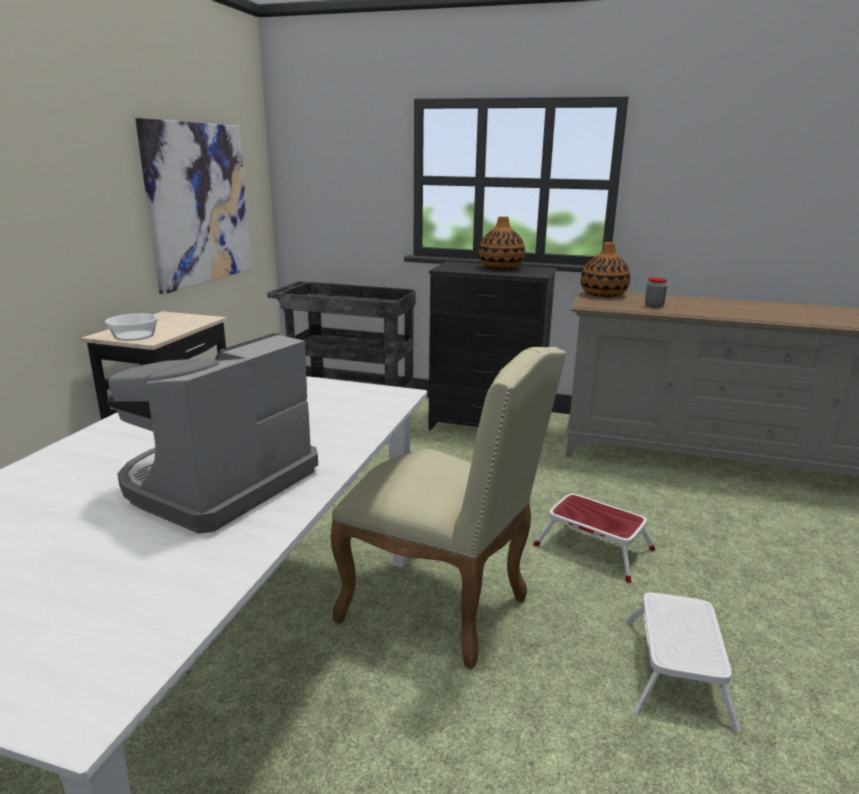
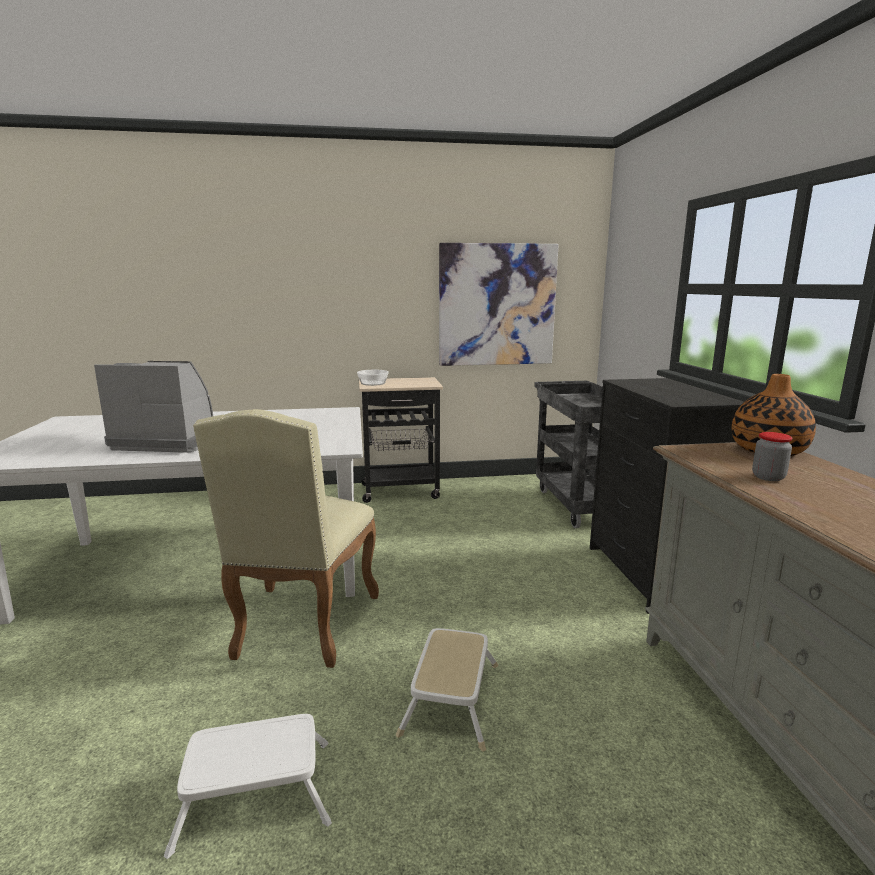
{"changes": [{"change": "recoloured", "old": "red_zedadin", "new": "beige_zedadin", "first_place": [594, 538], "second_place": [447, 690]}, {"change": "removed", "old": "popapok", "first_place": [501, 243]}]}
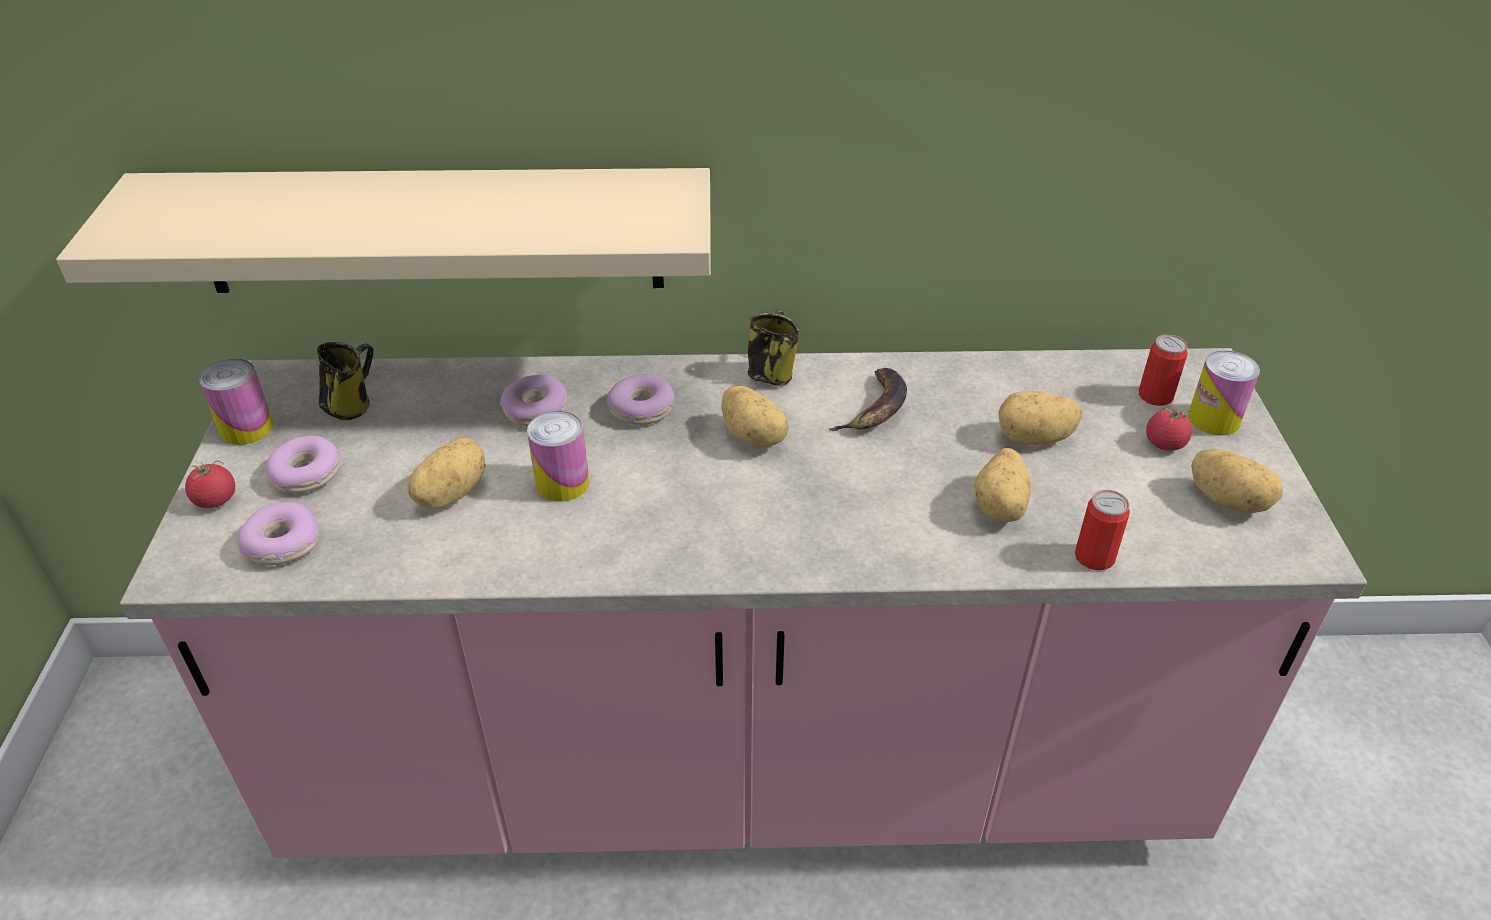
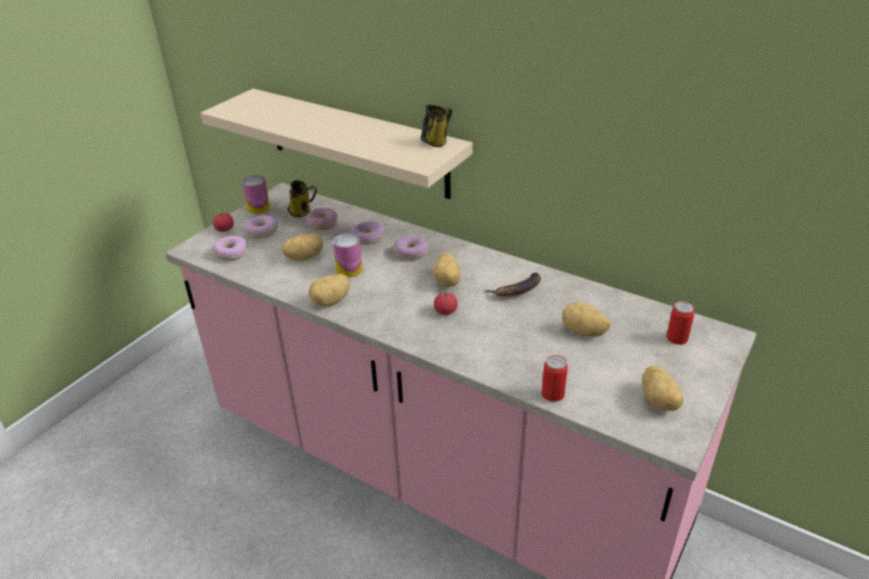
{"changes": [{"change": "added", "new": "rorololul", "second_place": [322, 219]}, {"change": "moved", "old": "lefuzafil", "first_place": [1002, 485], "second_place": [329, 290]}, {"change": "moved", "old": "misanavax", "first_place": [774, 348], "second_place": [436, 125]}, {"change": "moved", "old": "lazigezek", "first_place": [1169, 428], "second_place": [446, 302]}, {"change": "removed", "old": "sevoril", "first_place": [1224, 393]}]}
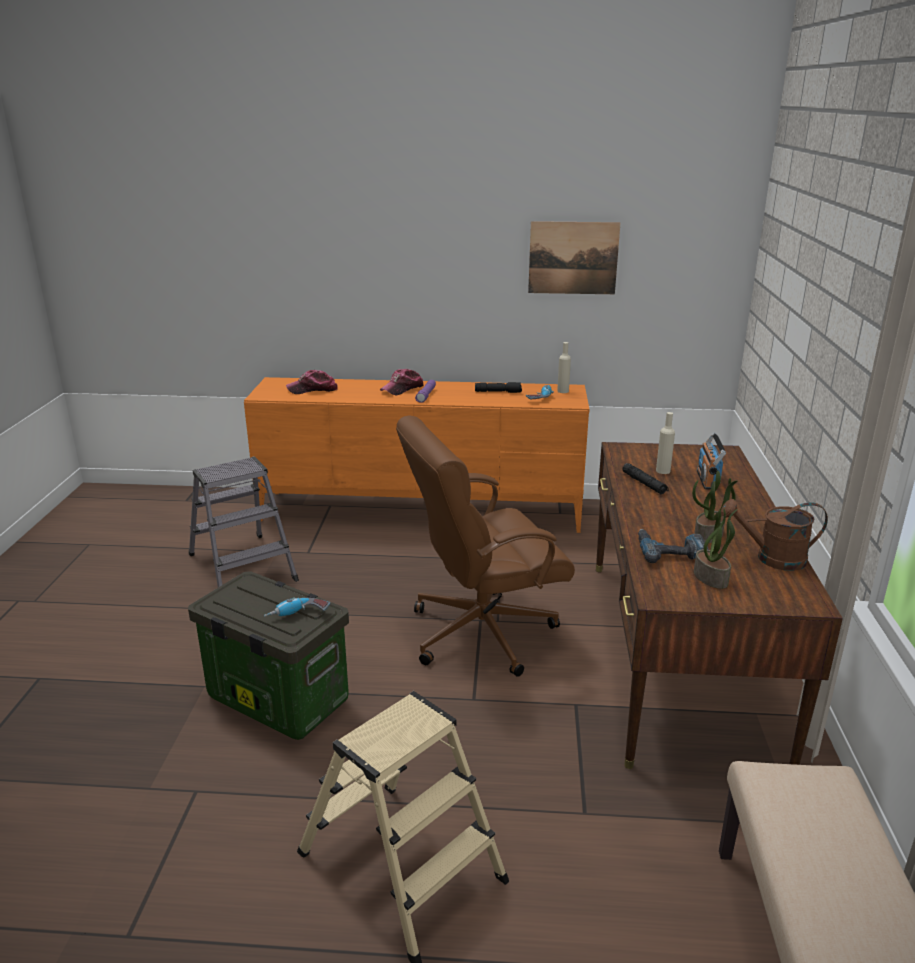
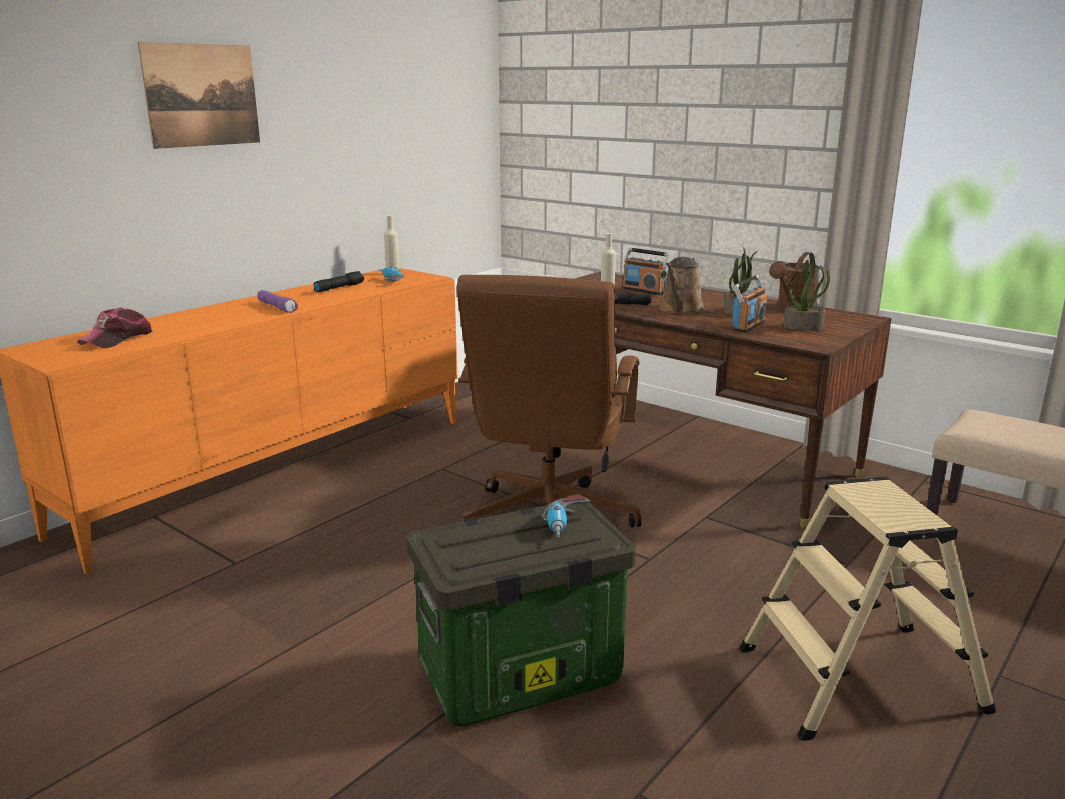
{"changes": [{"change": "moved", "old": "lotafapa", "first_place": [574, 257], "second_place": [199, 95]}, {"change": "added", "new": "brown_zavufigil", "second_place": [682, 285]}, {"change": "replaced", "old": "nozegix", "new": "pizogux", "first_place": [673, 546], "second_place": [749, 304]}, {"change": "removed", "old": "grey_zedadin", "first_place": [244, 521]}, {"change": "removed", "old": "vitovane", "first_place": [402, 382]}]}
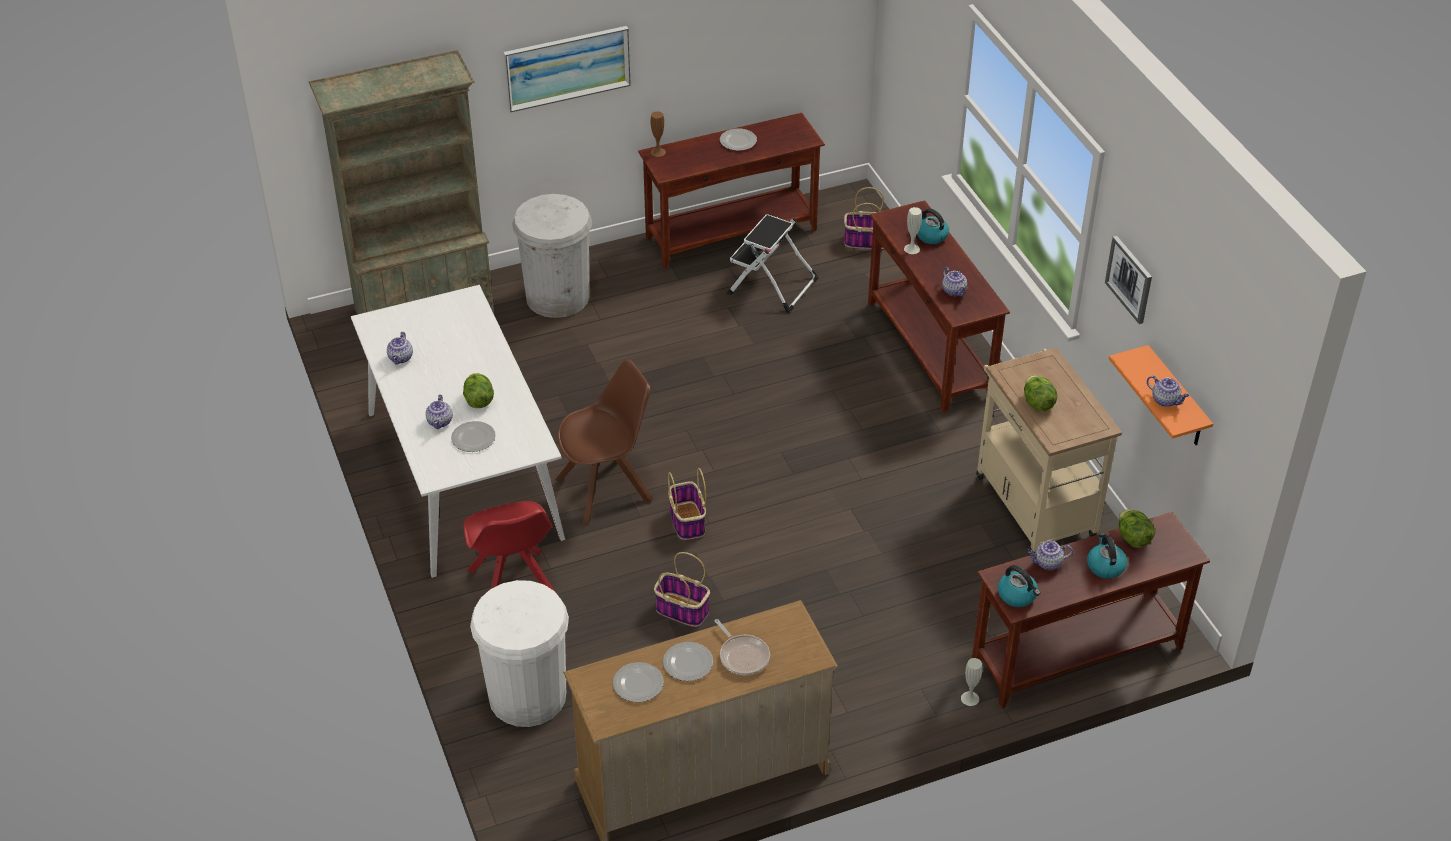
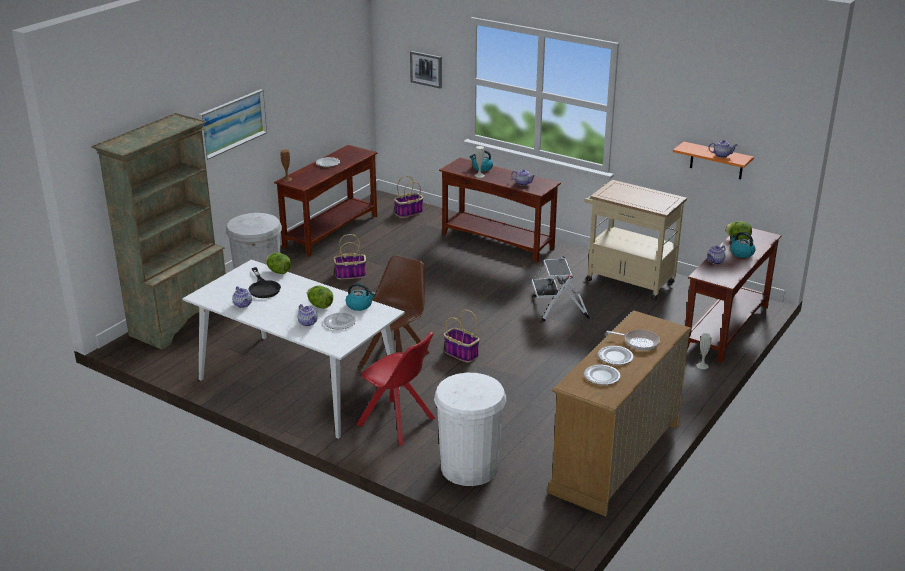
{"changes": [{"change": "added", "new": "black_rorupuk", "second_place": [264, 282]}, {"change": "moved", "old": "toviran", "first_place": [1040, 394], "second_place": [278, 263]}, {"change": "moved", "old": "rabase", "first_place": [682, 589], "second_place": [350, 256]}, {"change": "moved", "old": "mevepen", "first_place": [1019, 586], "second_place": [361, 297]}, {"change": "moved", "old": "lotafapa", "first_place": [1128, 280], "second_place": [426, 70]}, {"change": "moved", "old": "zedadin", "first_place": [772, 263], "second_place": [561, 289]}]}
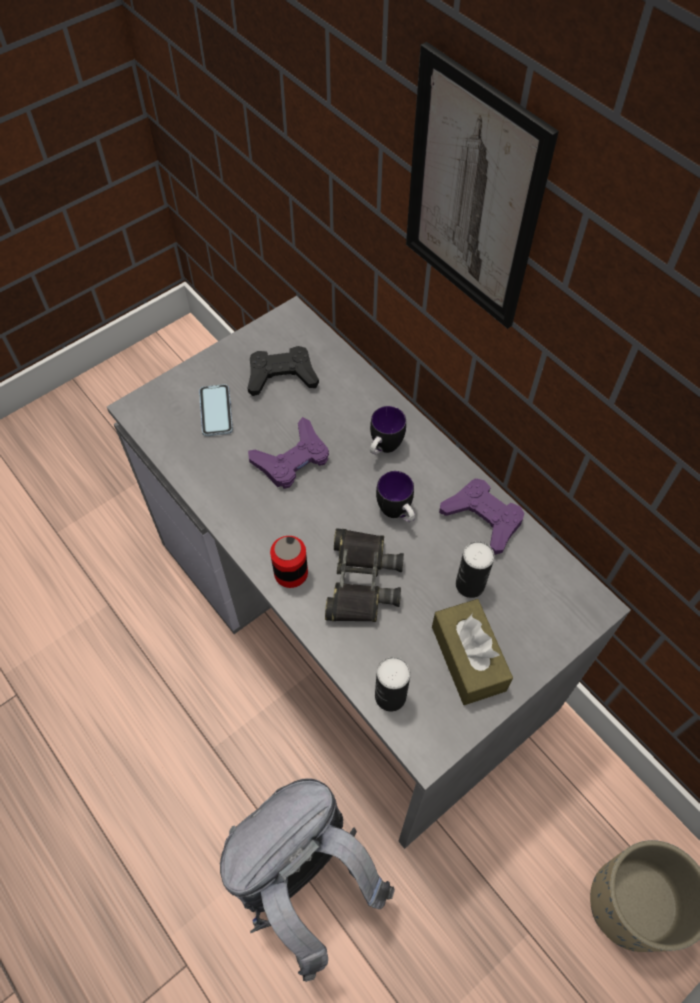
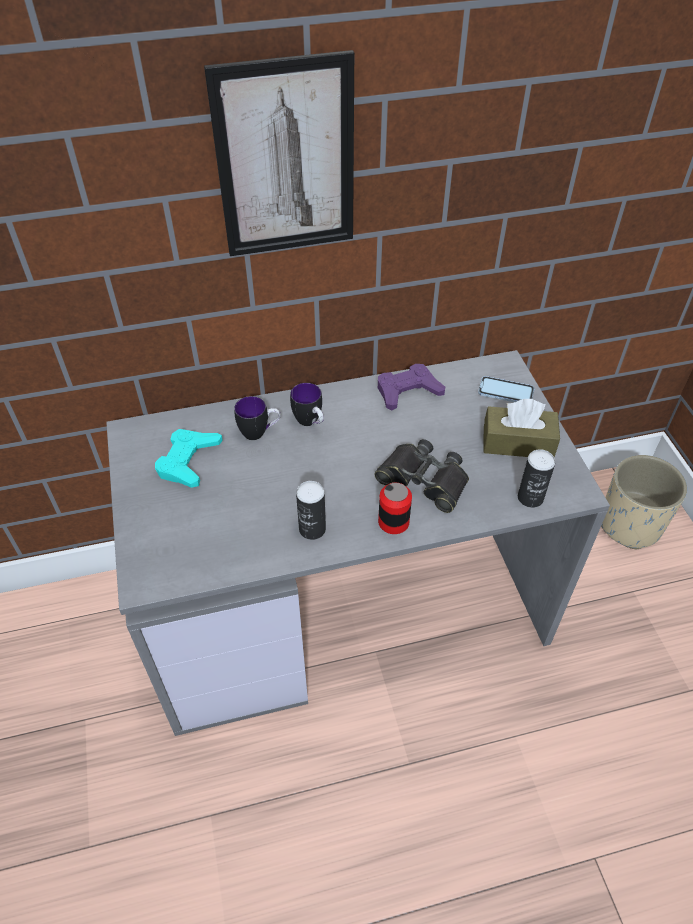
{"changes": [{"change": "recoloured", "old": "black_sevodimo", "new": "turquoise_sevodimo", "first_place": [283, 371], "second_place": [189, 458]}, {"change": "moved", "old": "misanavax", "first_place": [395, 496], "second_place": [257, 418]}, {"change": "moved", "old": "sevoril", "first_place": [475, 569], "second_place": [311, 510]}, {"change": "moved", "old": "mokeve", "first_place": [216, 410], "second_place": [506, 389]}, {"change": "removed", "old": "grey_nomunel", "first_place": [307, 880]}, {"change": "removed", "old": "purple_sevodimo", "first_place": [288, 453]}]}
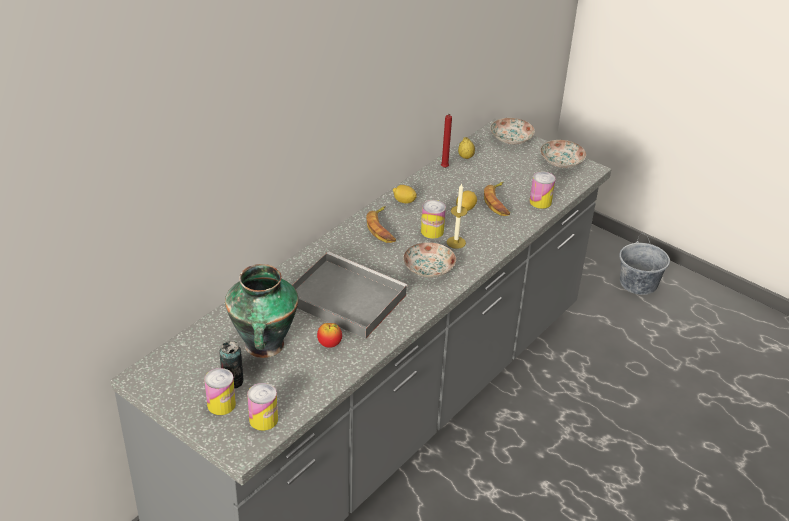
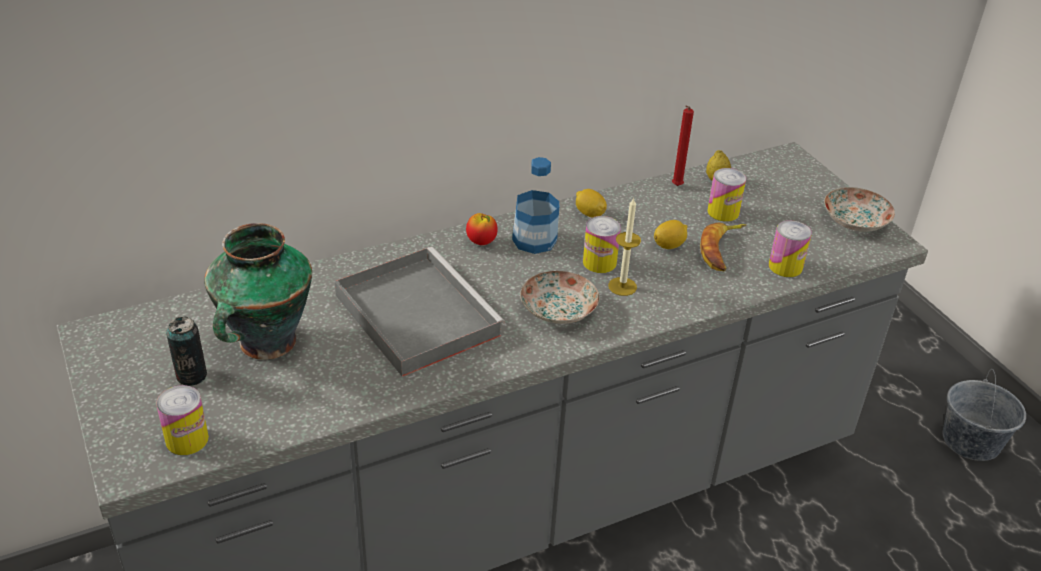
{"changes": [{"change": "moved", "old": "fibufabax", "first_place": [329, 335], "second_place": [482, 229]}, {"change": "replaced", "old": "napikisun", "new": "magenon", "first_place": [381, 224], "second_place": [535, 205]}, {"change": "moved", "old": "sevoril", "first_place": [220, 391], "second_place": [726, 195]}, {"change": "removed", "old": "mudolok", "first_place": [512, 131]}]}
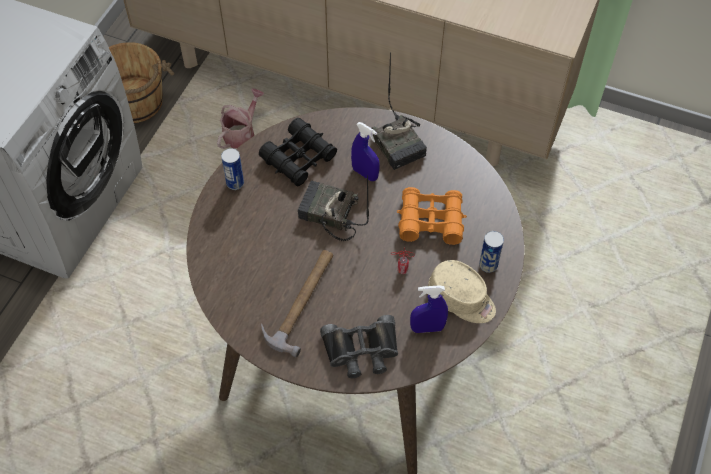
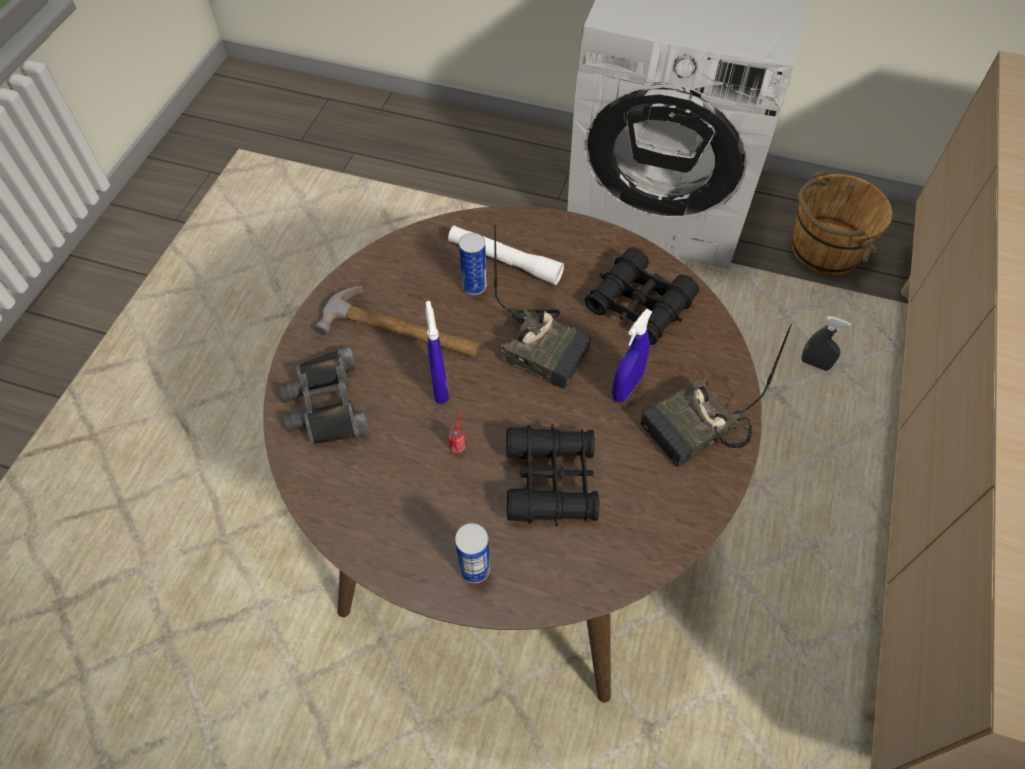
{"changes": [{"change": "moved", "old": "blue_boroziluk", "first_place": [429, 309], "second_place": [437, 352]}, {"change": "added", "new": "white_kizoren", "second_place": [506, 255]}, {"change": "moved", "old": "sevoril", "first_place": [232, 169], "second_place": [473, 264]}, {"change": "turned", "old": "pizogux", "first_place": [333, 208], "second_place": [542, 307], "degrees": 105}, {"change": "recoloured", "old": "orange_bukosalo", "new": "black_bukosalo", "first_place": [432, 216], "second_place": [553, 475]}, {"change": "replaced", "old": "zavufigil", "new": "grey_boroziluk", "first_place": [240, 119], "second_place": [826, 343]}, {"change": "removed", "old": "beige_vitovane", "first_place": [462, 291]}]}
